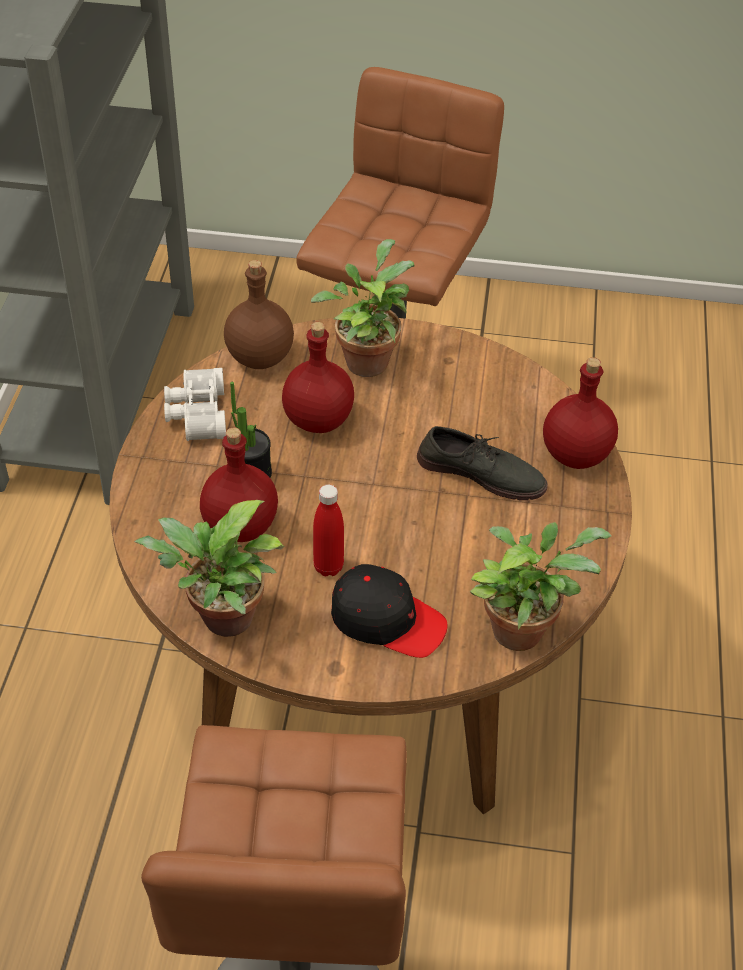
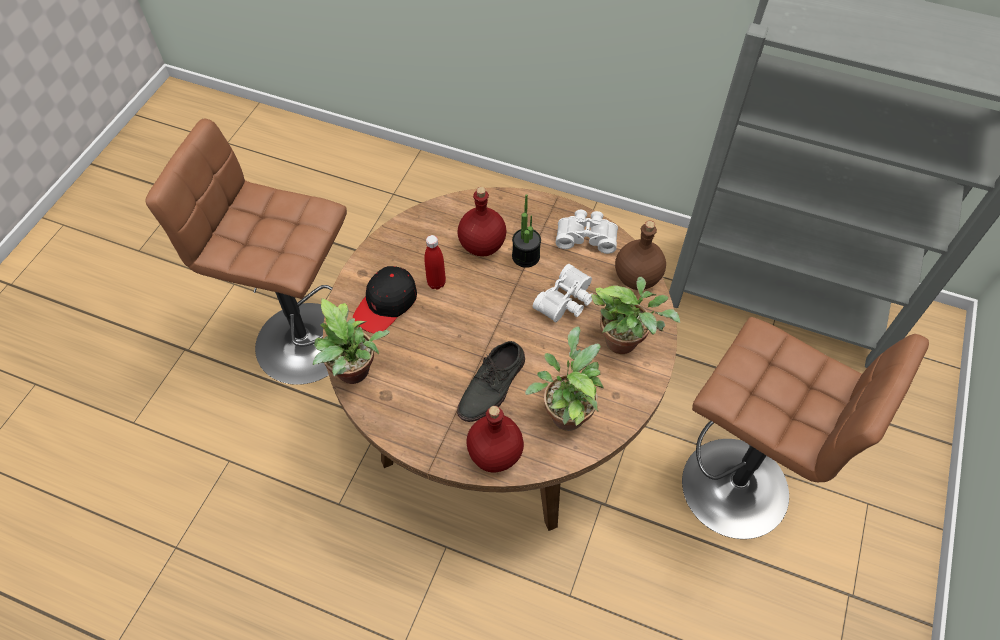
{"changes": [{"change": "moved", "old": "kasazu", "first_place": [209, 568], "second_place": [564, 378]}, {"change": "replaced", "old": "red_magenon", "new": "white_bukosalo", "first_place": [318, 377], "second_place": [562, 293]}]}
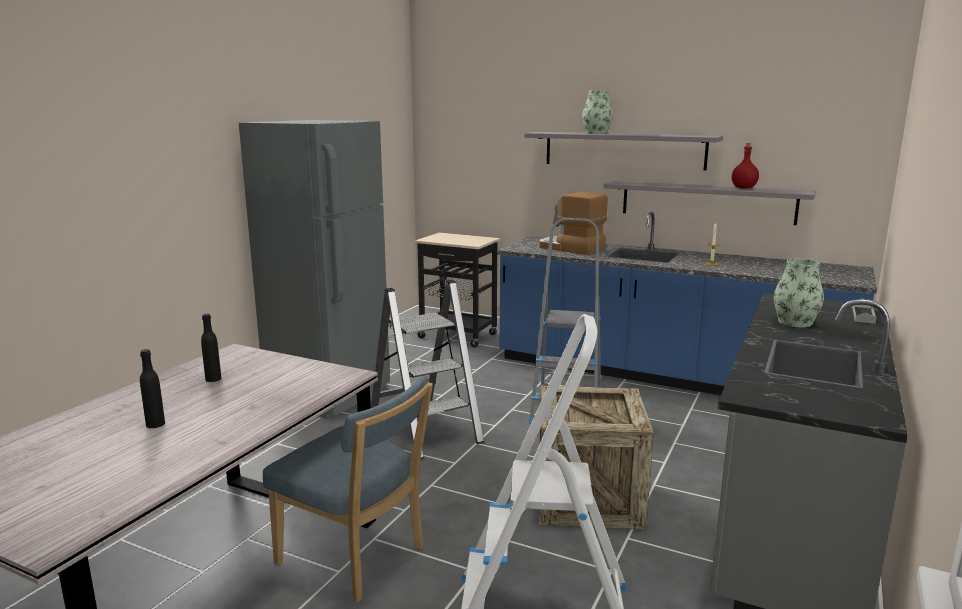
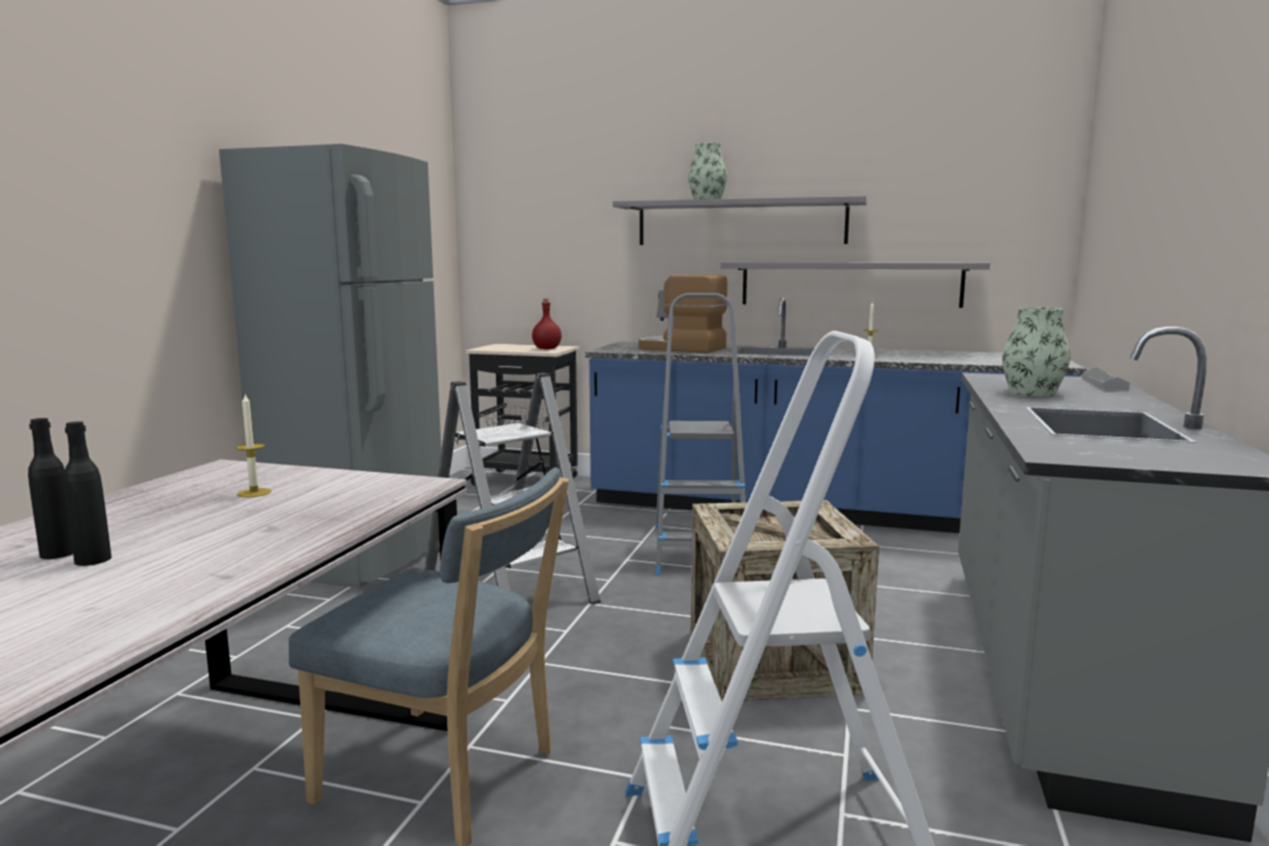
{"changes": [{"change": "moved", "old": "black_magenon", "first_place": [211, 348], "second_place": [50, 488]}, {"change": "added", "new": "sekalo", "second_place": [253, 446]}, {"change": "moved", "old": "red_magenon", "first_place": [745, 166], "second_place": [547, 323]}]}
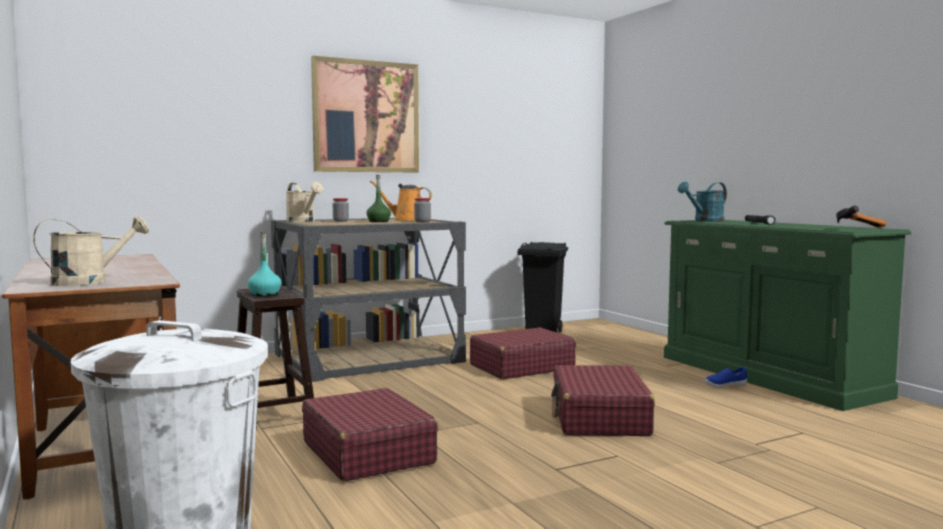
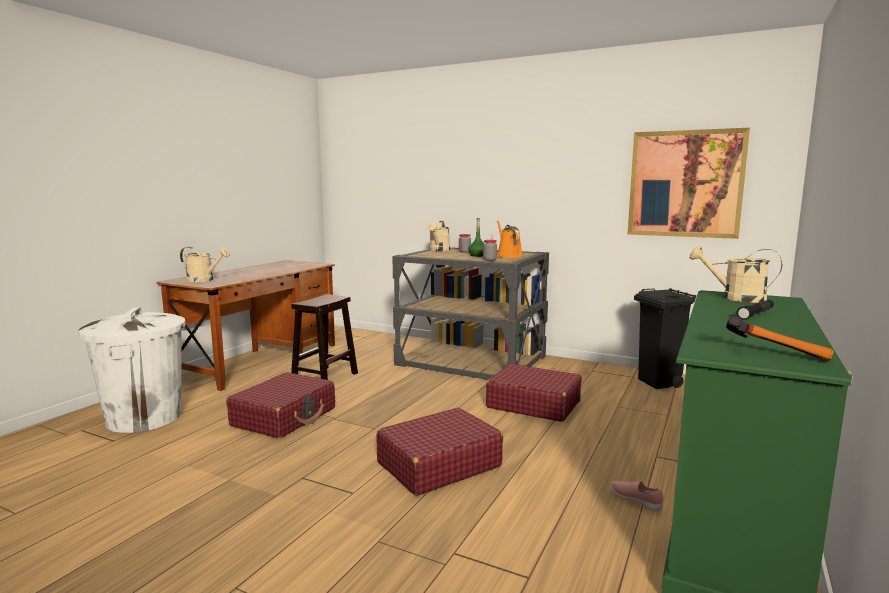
{"changes": [{"change": "recoloured", "old": "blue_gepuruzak", "new": "pink_gepuruzak", "first_place": [726, 377], "second_place": [637, 496]}, {"change": "moved", "old": "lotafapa", "first_place": [365, 114], "second_place": [689, 183]}, {"change": "recoloured", "old": "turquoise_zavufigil", "new": "beige_zavufigil", "first_place": [702, 202], "second_place": [735, 274]}, {"change": "removed", "old": "turquoise_magenon", "first_place": [264, 264]}]}
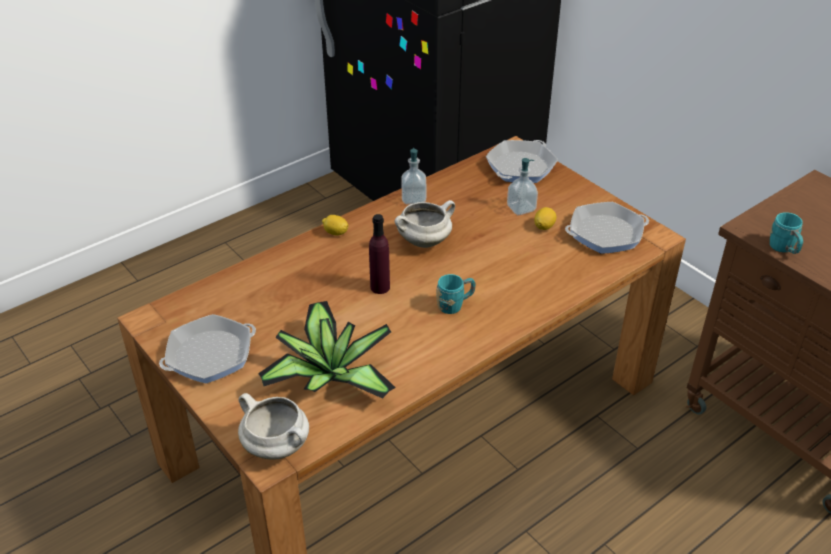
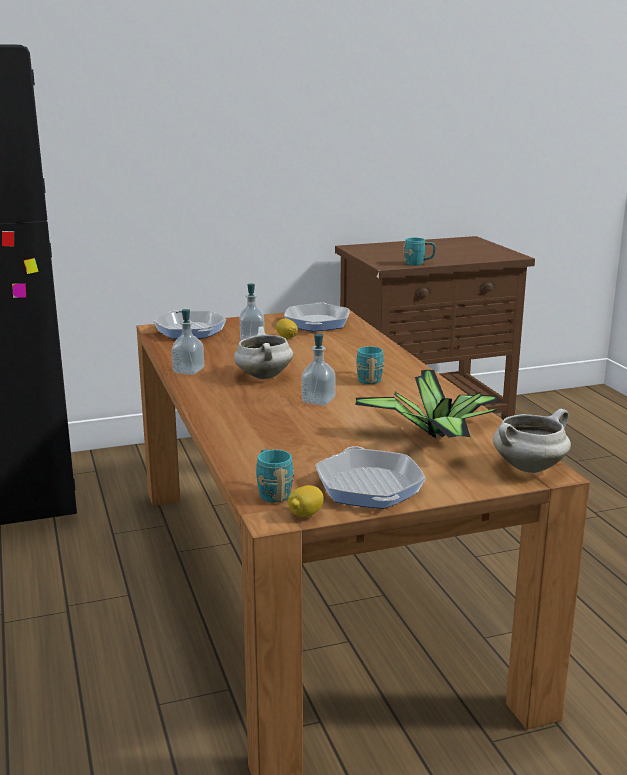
{"changes": [{"change": "added", "new": "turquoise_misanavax", "second_place": [275, 476]}, {"change": "moved", "old": "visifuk", "first_place": [335, 225], "second_place": [306, 501]}, {"change": "replaced", "old": "purple_magenon", "new": "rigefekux", "first_place": [379, 254], "second_place": [319, 369]}]}
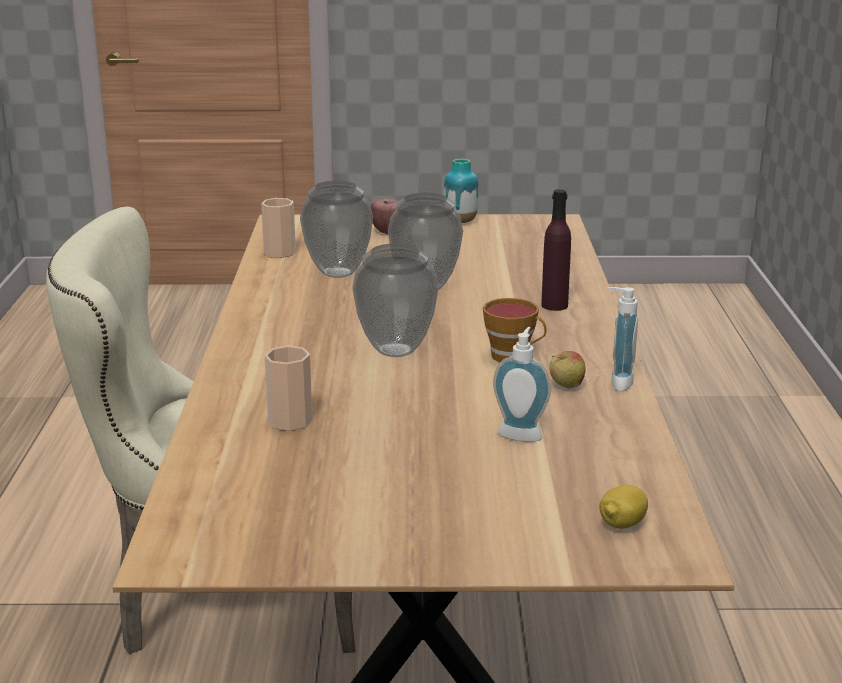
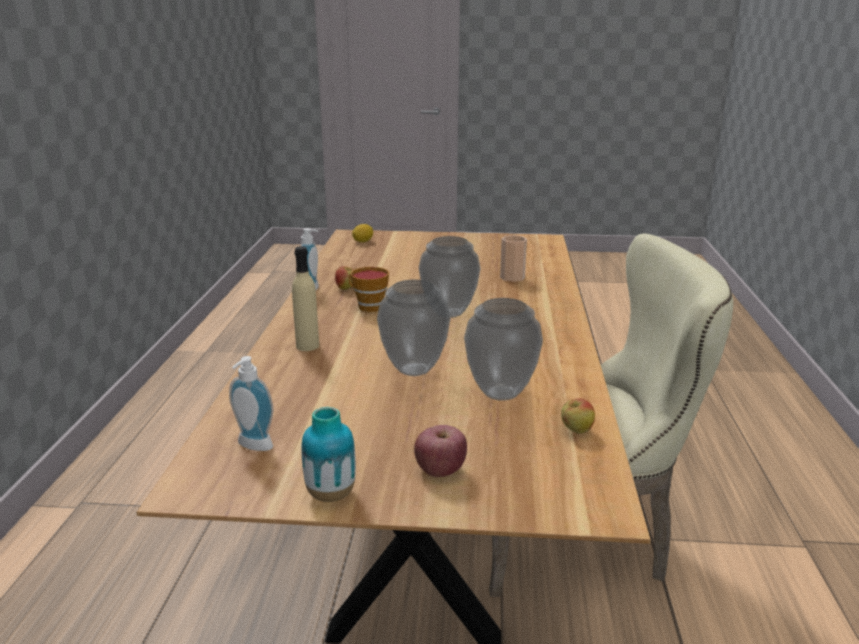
{"changes": [{"change": "moved", "old": "rigefekux", "first_place": [522, 384], "second_place": [251, 403]}, {"change": "recoloured", "old": "purple_magenon", "new": "beige_magenon", "first_place": [556, 250], "second_place": [305, 298]}, {"change": "replaced", "old": "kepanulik", "new": "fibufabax", "first_place": [278, 228], "second_place": [578, 416]}]}
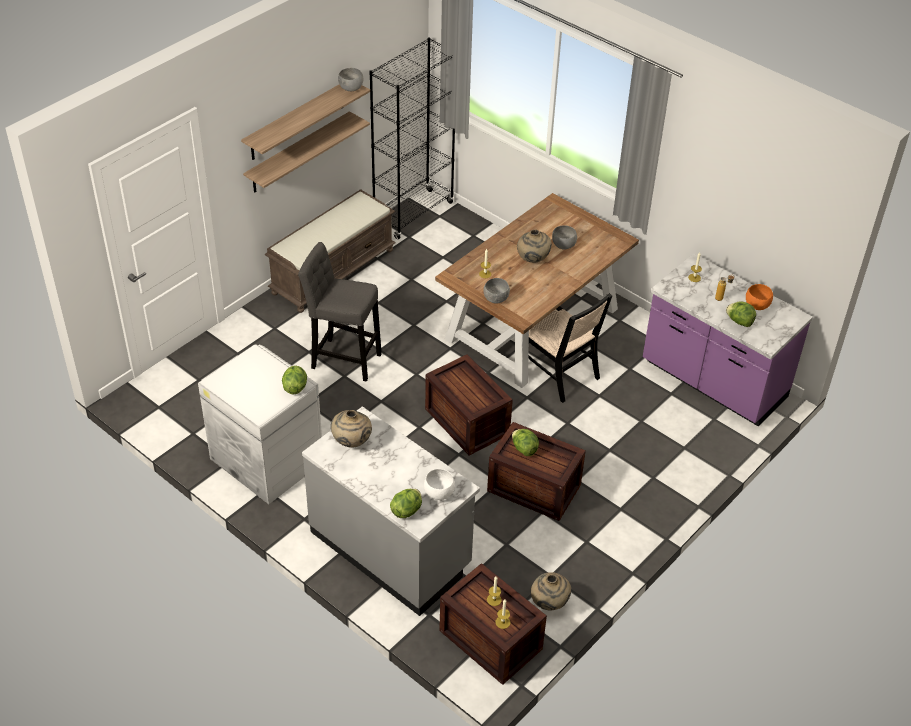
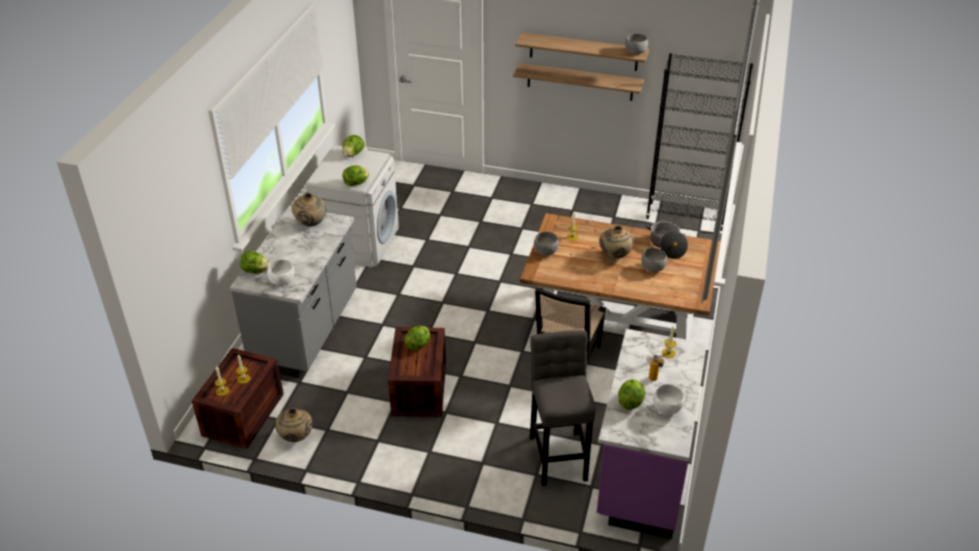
{"changes": [{"change": "added", "new": "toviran", "second_place": [353, 146]}, {"change": "moved", "old": "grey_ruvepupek", "first_place": [340, 312], "second_place": [563, 408]}, {"change": "added", "new": "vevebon", "second_place": [667, 240]}, {"change": "recoloured", "old": "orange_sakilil", "new": "white_sakilil", "first_place": [759, 297], "second_place": [668, 399]}, {"change": "removed", "old": "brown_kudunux", "first_place": [330, 251]}, {"change": "removed", "old": "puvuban", "first_place": [469, 405]}]}
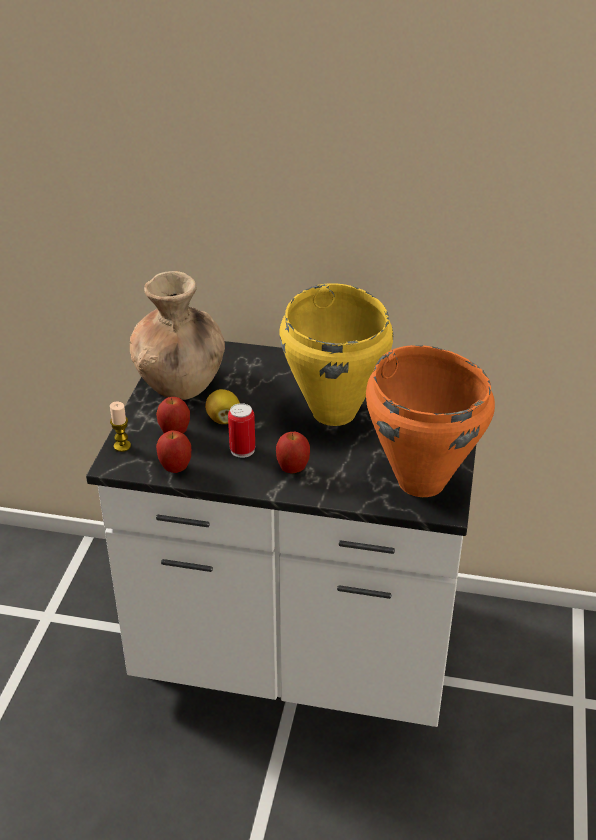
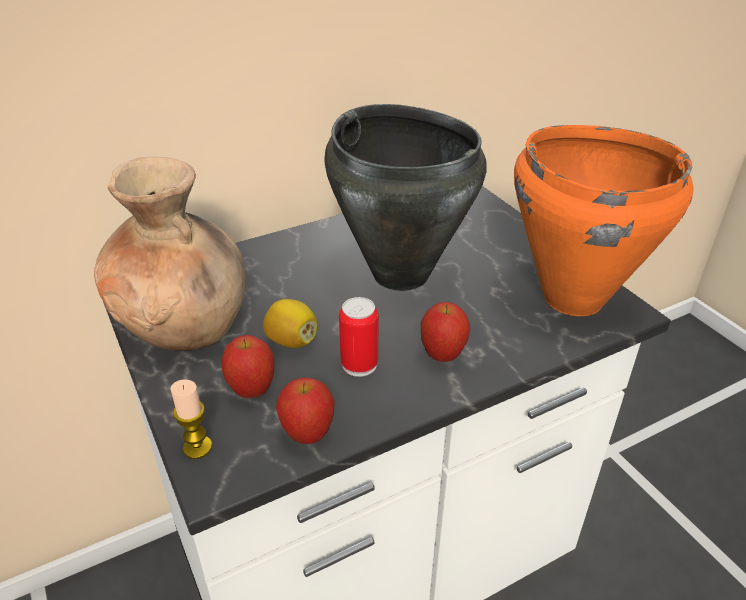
{"changes": [{"change": "recoloured", "old": "yellow_vevebon", "new": "black_vevebon", "first_place": [336, 354], "second_place": [405, 197]}]}
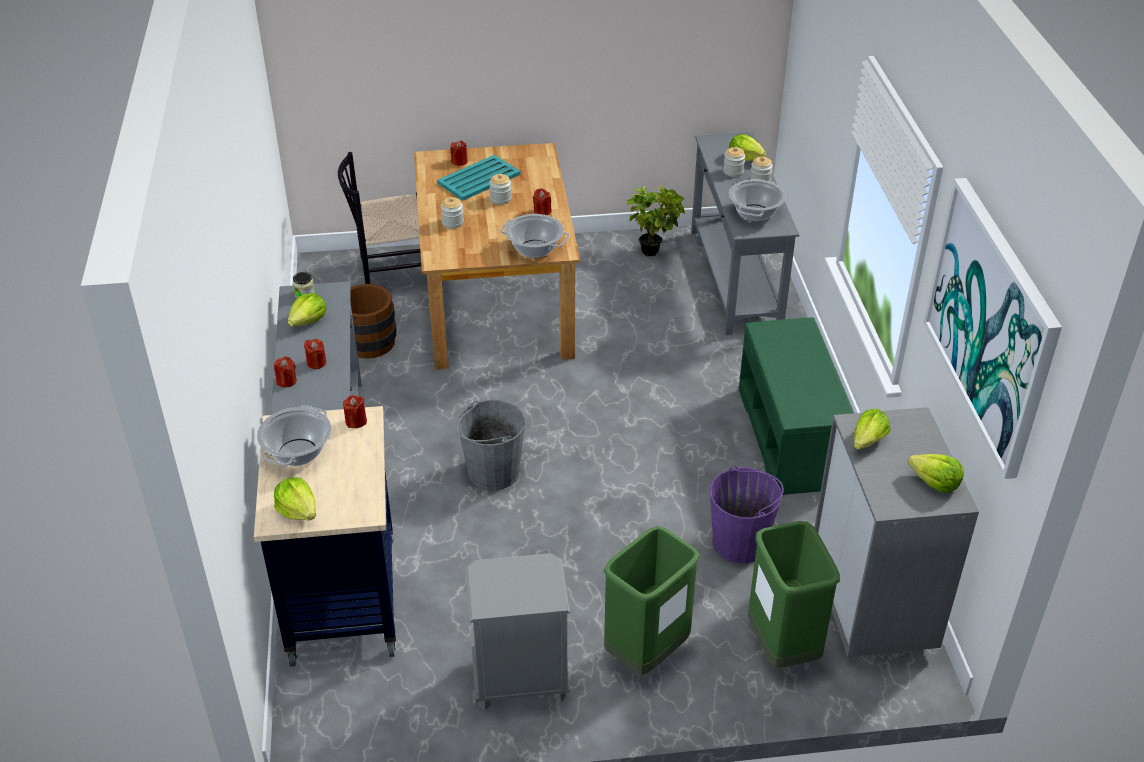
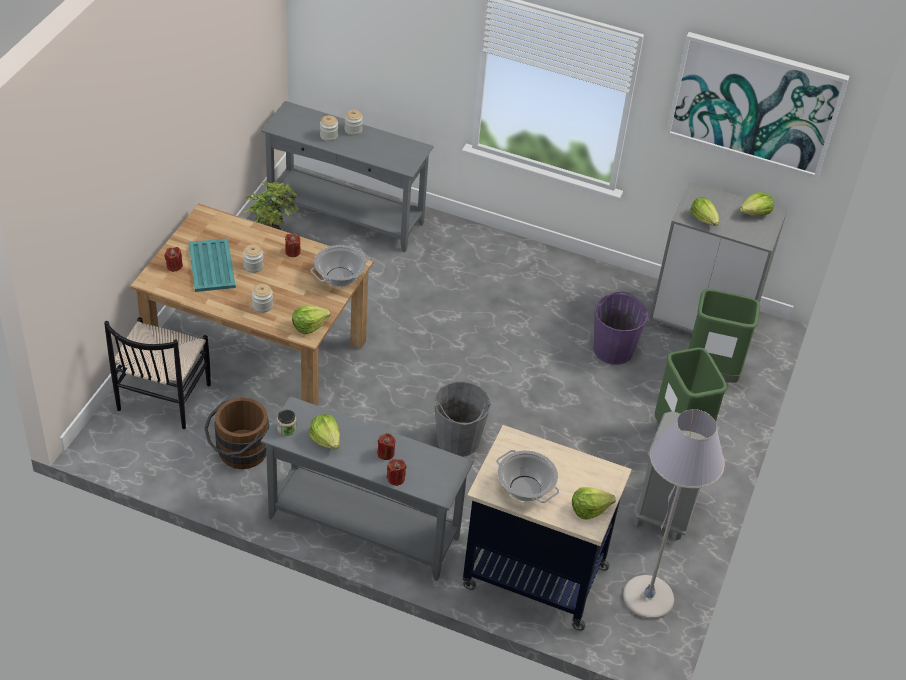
{"changes": [{"change": "moved", "old": "toviran", "first_place": [747, 147], "second_place": [311, 320]}, {"change": "added", "new": "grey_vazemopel", "second_place": [674, 514]}, {"change": "removed", "old": "red_sekalo", "first_place": [355, 411]}, {"change": "removed", "old": "vevebon", "first_place": [757, 200]}, {"change": "removed", "old": "green_kudunux", "first_place": [796, 406]}]}
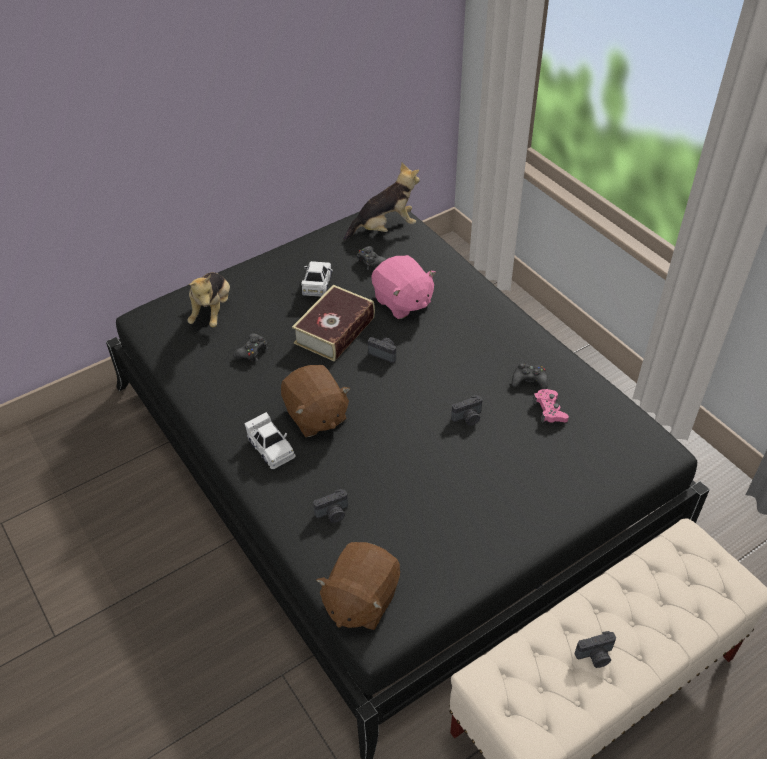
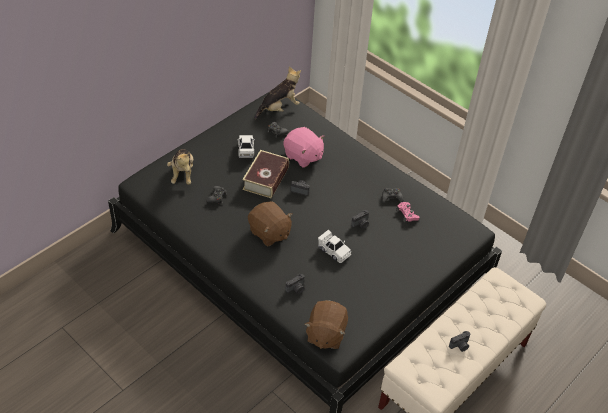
{"changes": [{"change": "moved", "old": "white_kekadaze", "first_place": [269, 440], "second_place": [334, 246]}]}
